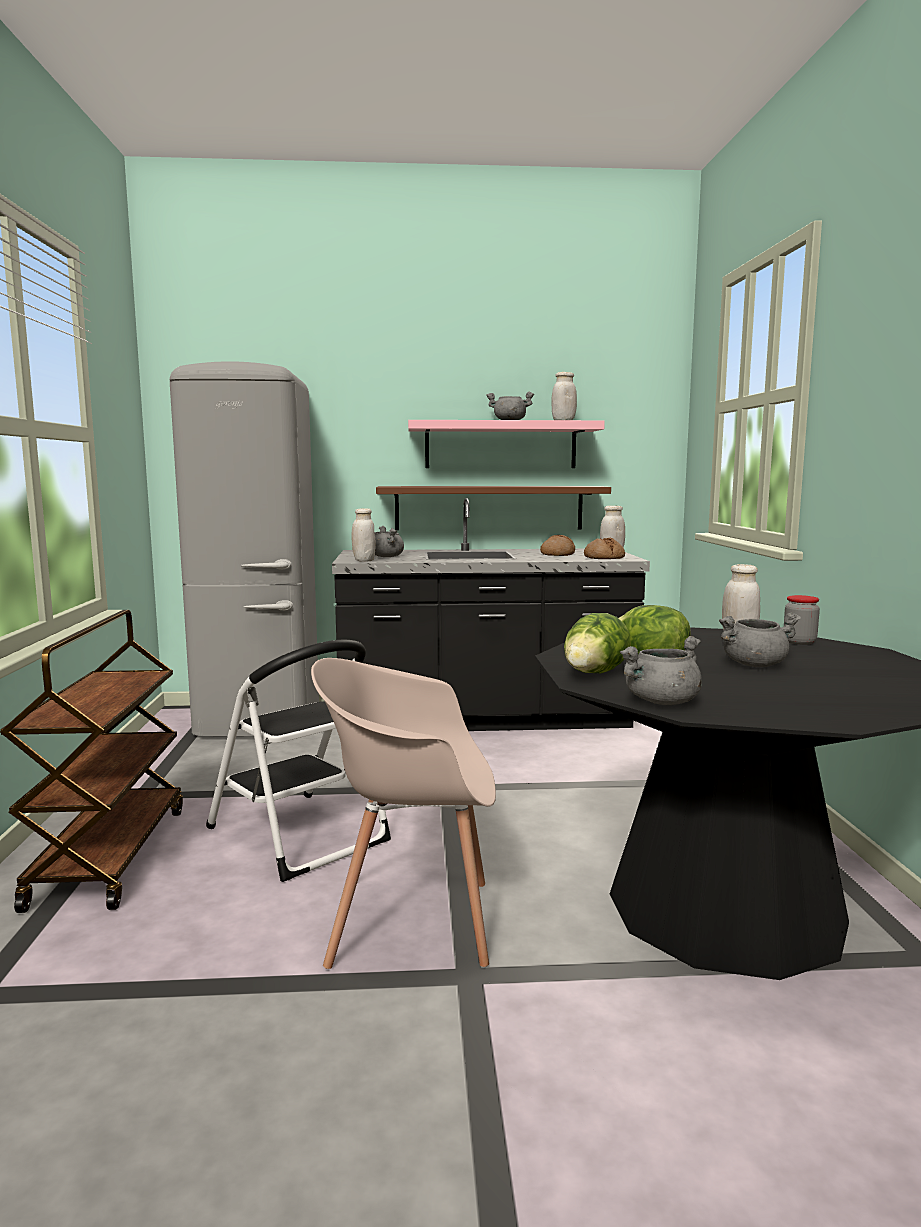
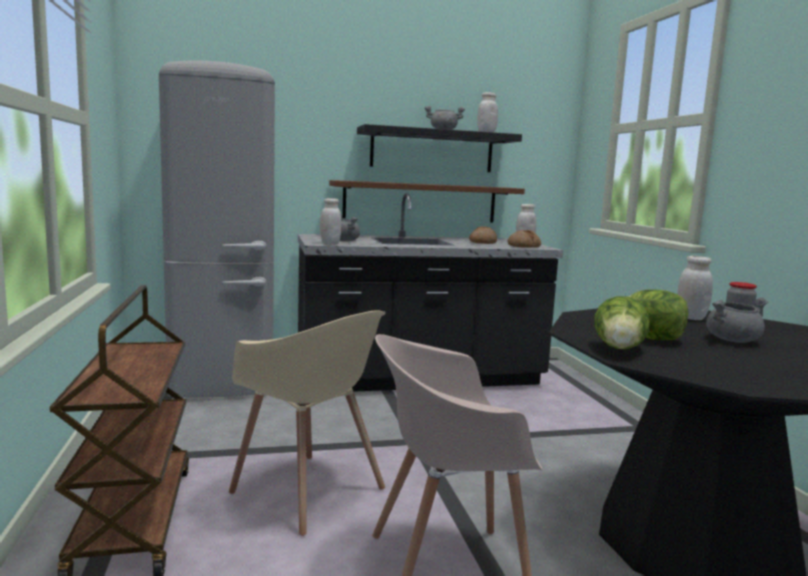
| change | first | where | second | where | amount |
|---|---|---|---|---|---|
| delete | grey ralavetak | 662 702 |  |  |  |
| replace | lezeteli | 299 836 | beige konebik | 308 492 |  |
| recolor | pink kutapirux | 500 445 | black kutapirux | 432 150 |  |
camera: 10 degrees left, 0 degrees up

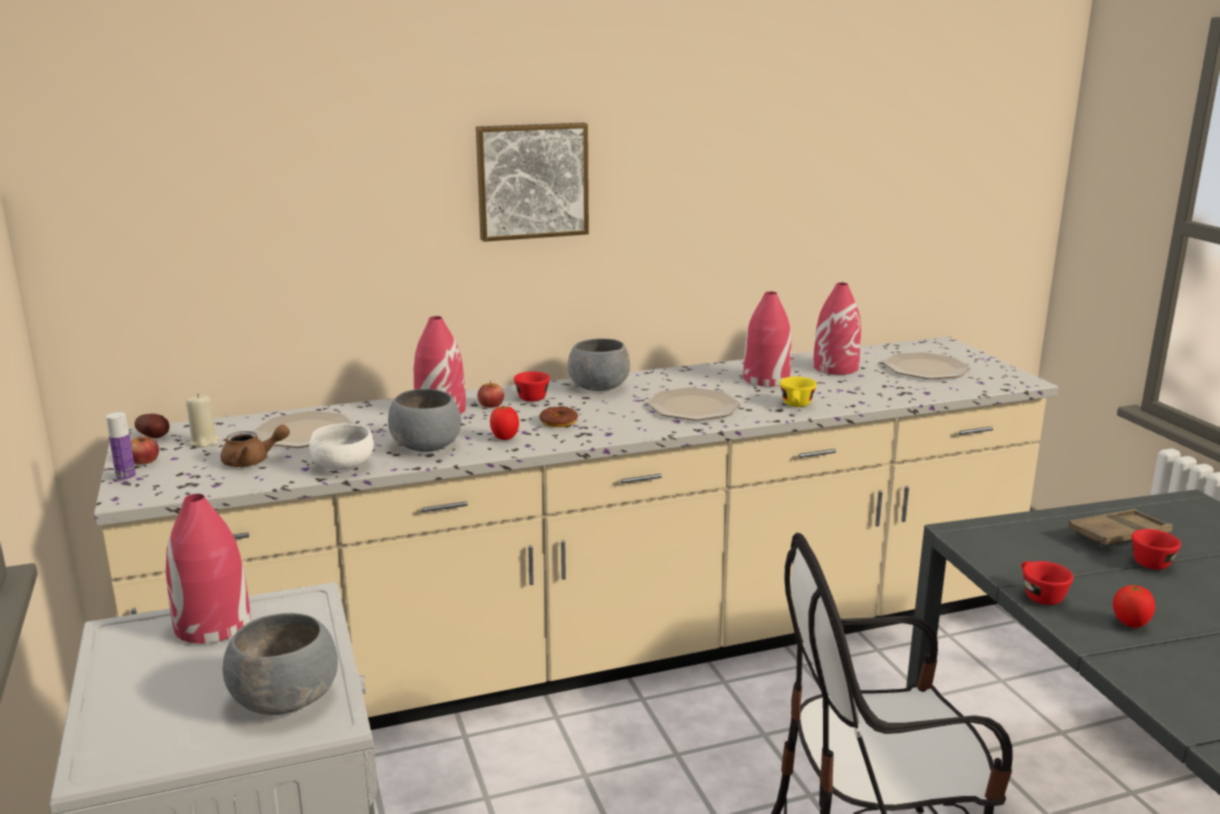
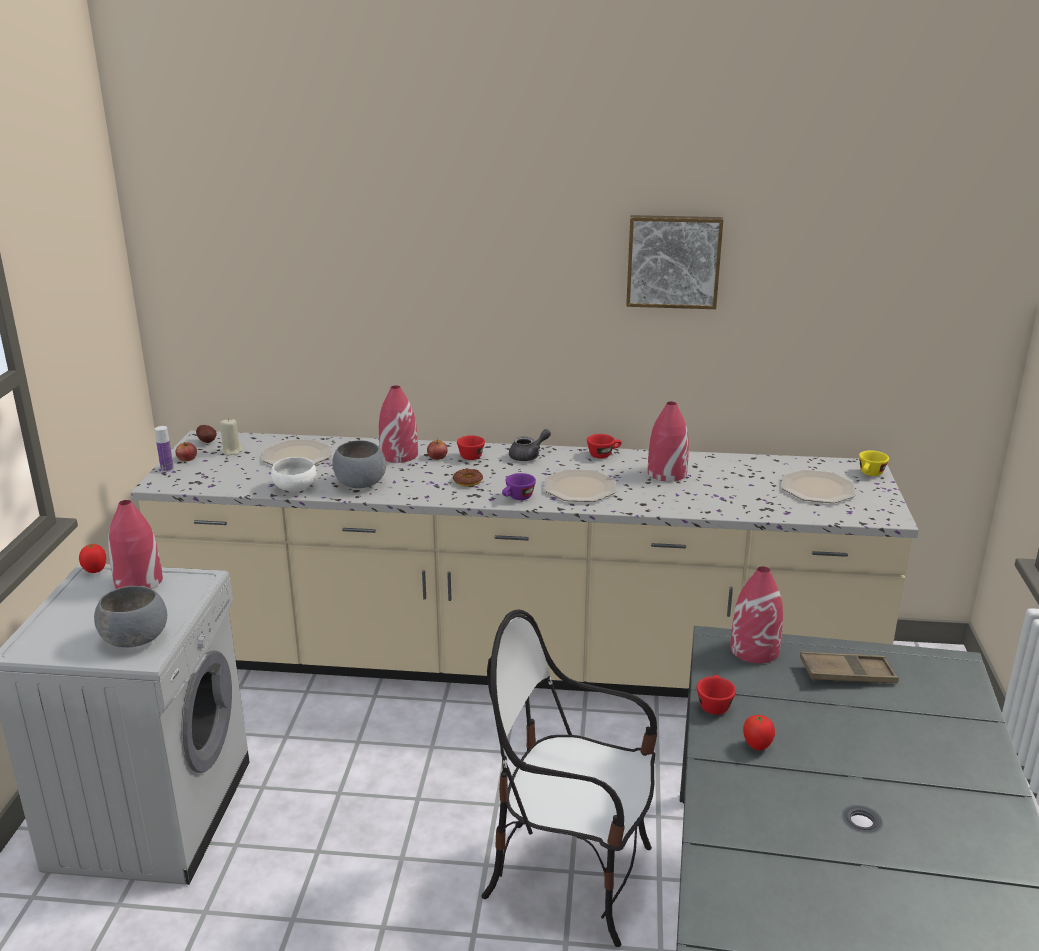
| change | first | where | second | where | amount |
|---|---|---|---|---|---|
| delete | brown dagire | 252 461 |  |  |  |
| insert |  |  | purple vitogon | 517 498 |  |
| move | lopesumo | 532 180 |  | 673 261 |  |
| move | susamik | 505 438 |  | 95 571 |  |
| move | yellow vitogon | 797 406 |  | 870 474 |  |
| move | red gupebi | 835 367 |  | 754 649 |  |
| move | red vitogon | 1153 561 |  | 604 454 |  |
| replace | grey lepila | 598 387 | grey dagire | 529 456 |  |
camera: 25 degrees right, 5 degrees up

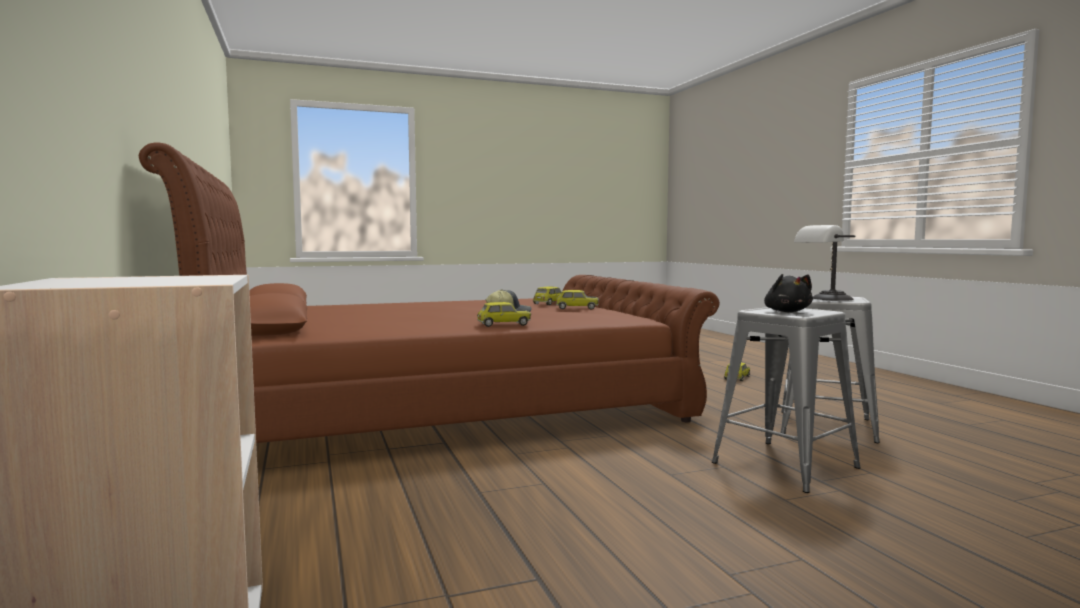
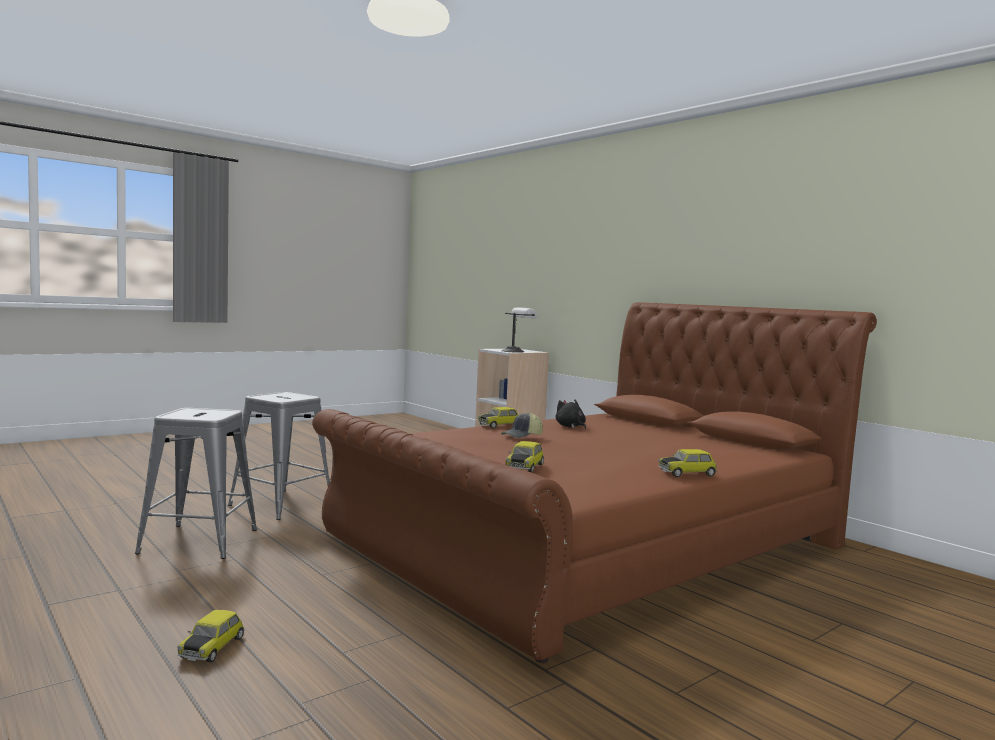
| change | first | where | second | where | amount |
|---|---|---|---|---|---|
| move | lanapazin | 577 308 |  | 687 473 |  |
| move | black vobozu | 786 312 |  | 570 427 |  |
| move | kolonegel | 825 299 |  | 516 351 |  |
camera: 160 degrees right, 0 degrees up

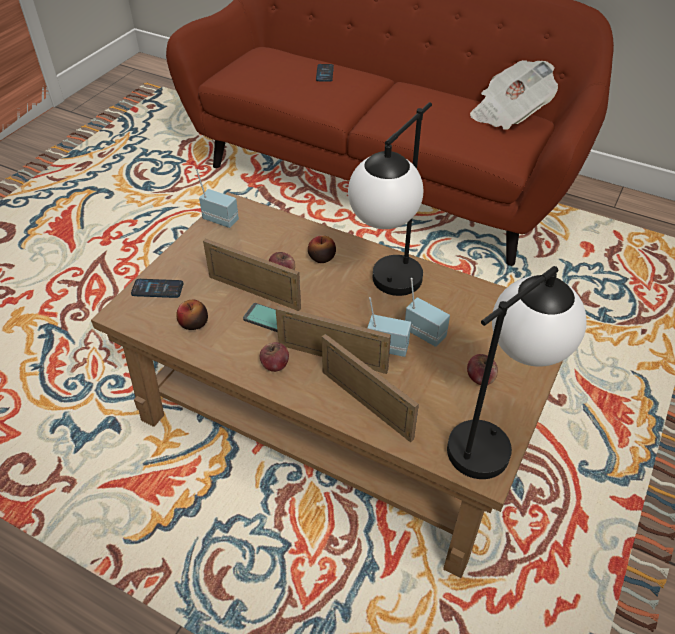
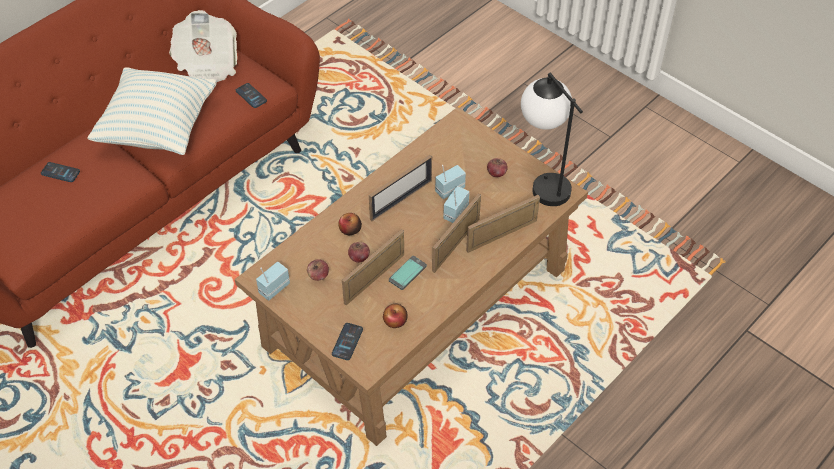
| change | first | where | second | where | amount |
|---|---|---|---|---|---|
| insert |  |  | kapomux | 159 129 |  |
| insert |  |  | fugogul | 251 96 |  |
| move | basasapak | 275 365 |  | 318 276 |  |
| replace | kolonegel | 387 291 | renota | 401 200 |  |
camera: 75 degrees left, 5 degrees up

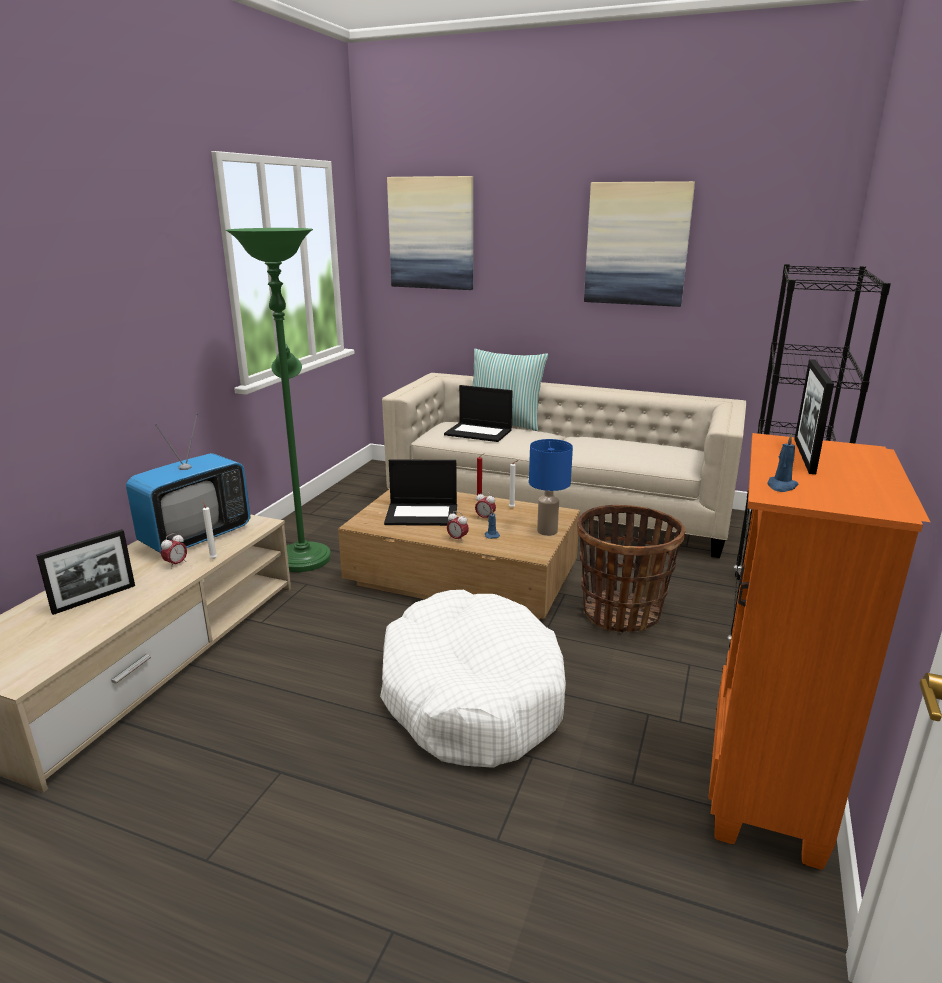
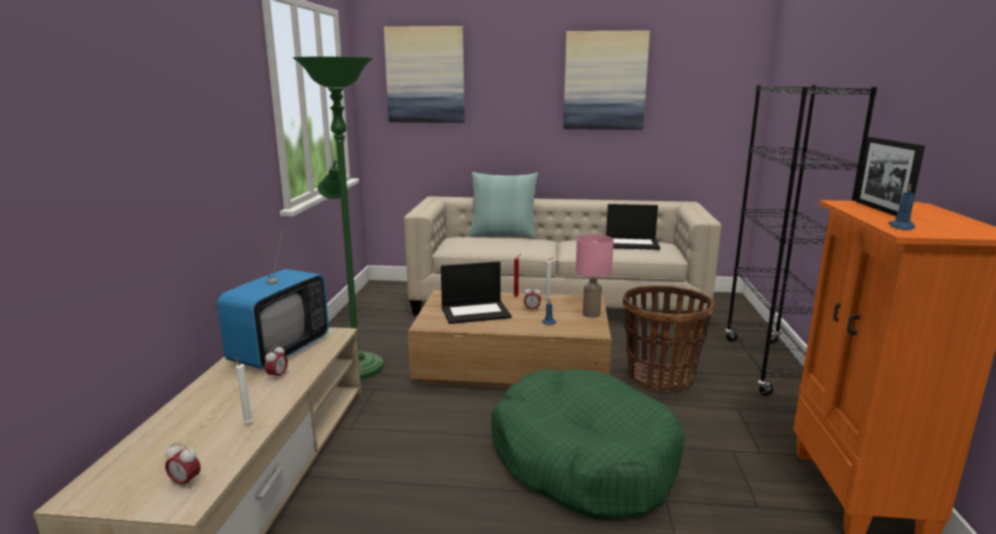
| change | first | where | second | where | amount |
|---|---|---|---|---|---|
| delete | renota | 94 599 |  |  |  |
| move | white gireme | 213 558 |  | 247 423 |  |
| move | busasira | 479 432 |  | 632 243 |  |
| move | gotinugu | 457 539 |  | 185 483 |  |
| recolor | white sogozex | 471 695 | green sogozex | 583 459 |  |
| recolor | blue kolonegel | 548 531 | pink kolonegel | 592 314 |  |
camera: 15 degrees left, 5 degrees down

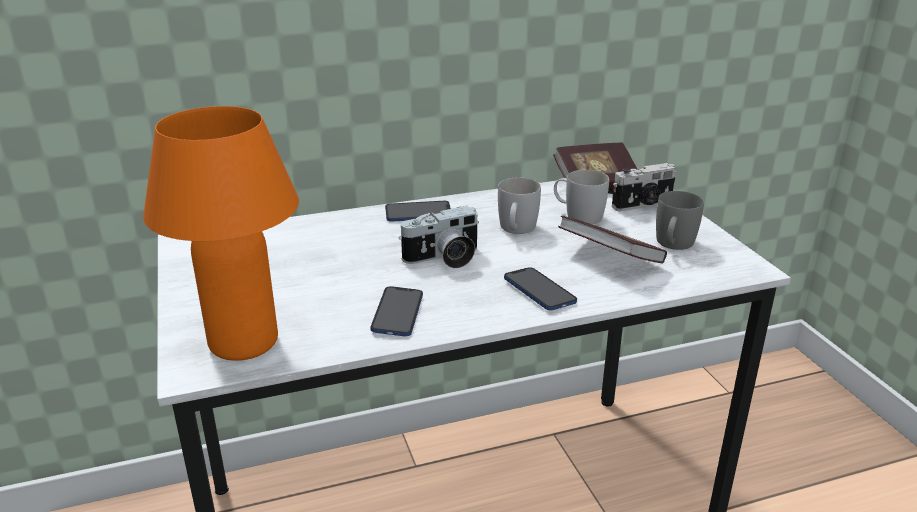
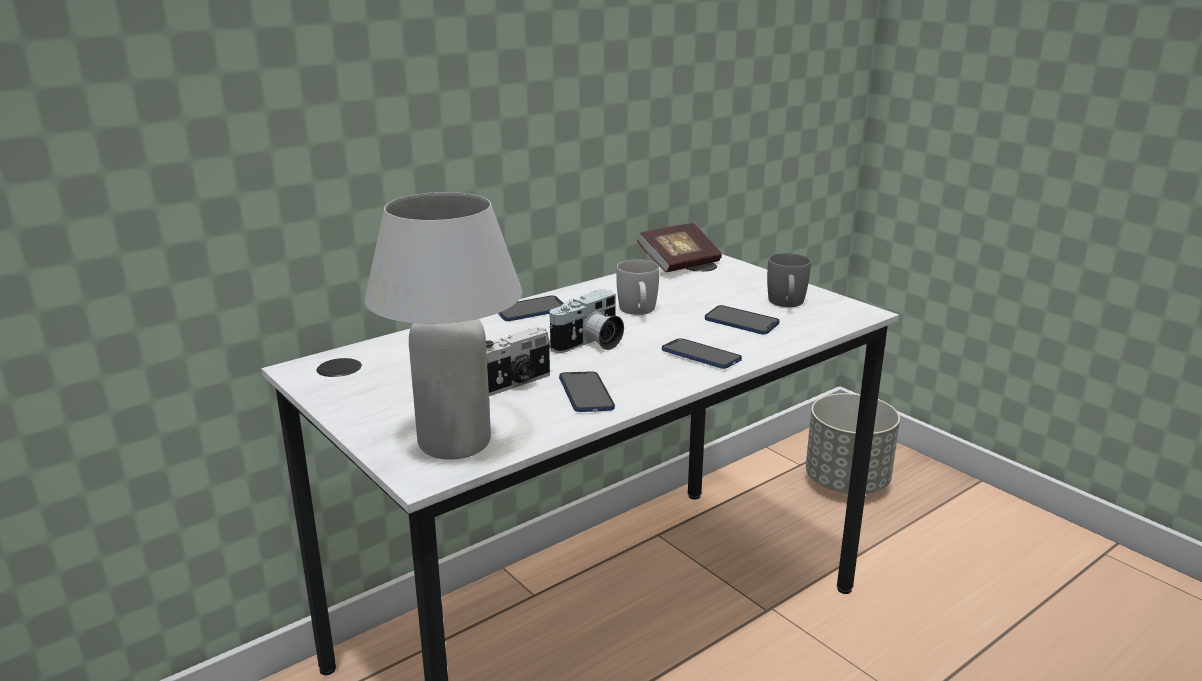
| change | first | where | second | where | amount |
|---|---|---|---|---|---|
| delete | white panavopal | 577 215 |  |  |  |
| insert |  |  | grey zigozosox | 847 483 |  |
| move | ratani | 643 205 |  | 516 384 |  |
| replace | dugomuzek | 609 258 | fugogul | 741 322 |  |
| recolor | orange kolonegel | 244 343 | white kolonegel | 454 443 |  |
camera: 20 degrees left, 5 degrees down

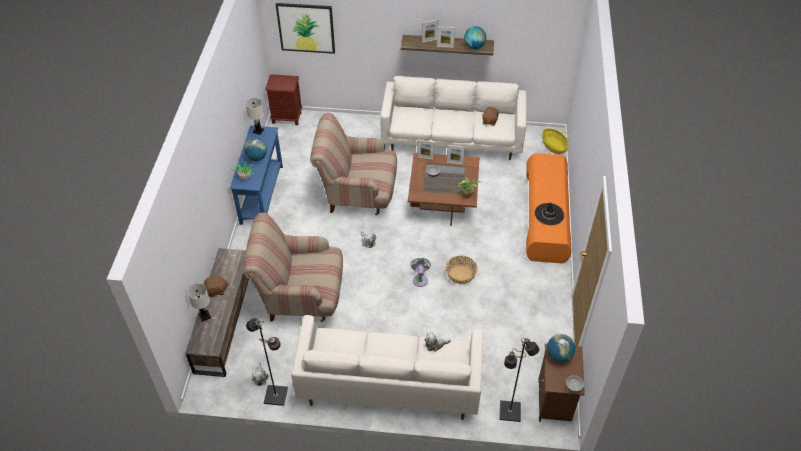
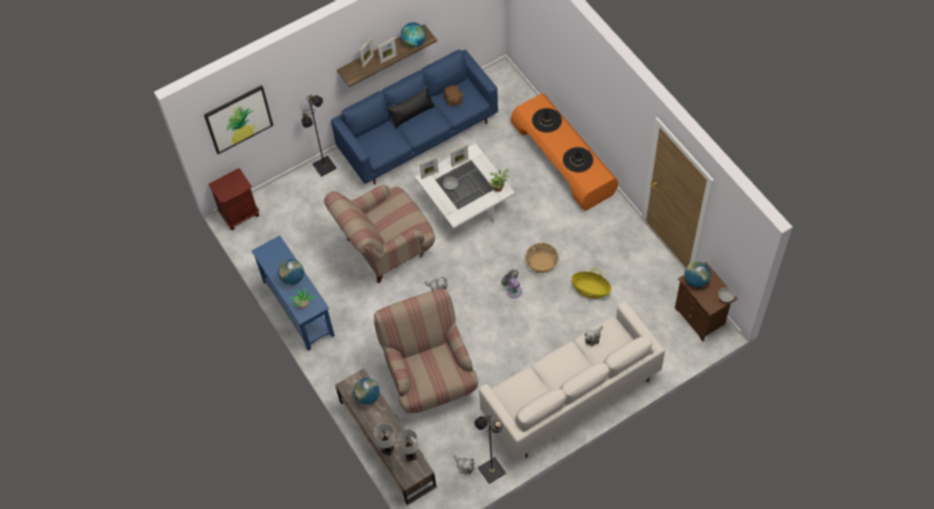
| change | first | where | second | where | amount |
|---|---|---|---|---|---|
| delete | brown vobozu | 216 290 |  |  |  |
| insert |  |  | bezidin | 367 396 |  |
| insert |  |  | black kapomux | 411 113 |  |
| insert |  |  | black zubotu | 547 120 |  |
| move | white kolonegel | 258 131 |  | 410 455 |  |
| move | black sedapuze | 509 411 |  | 324 166 |  |
| move | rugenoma | 553 147 |  | 590 289 |  |
| recolor | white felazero | 452 140 | blue felazero | 418 136 |  |
| recolor | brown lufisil | 443 201 | white lufisil | 465 204 |  |
| rotate | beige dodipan | 300 297 |  | 429 376 | 105 degrees clockwise |
camera: 35 degrees left, 10 degrees up

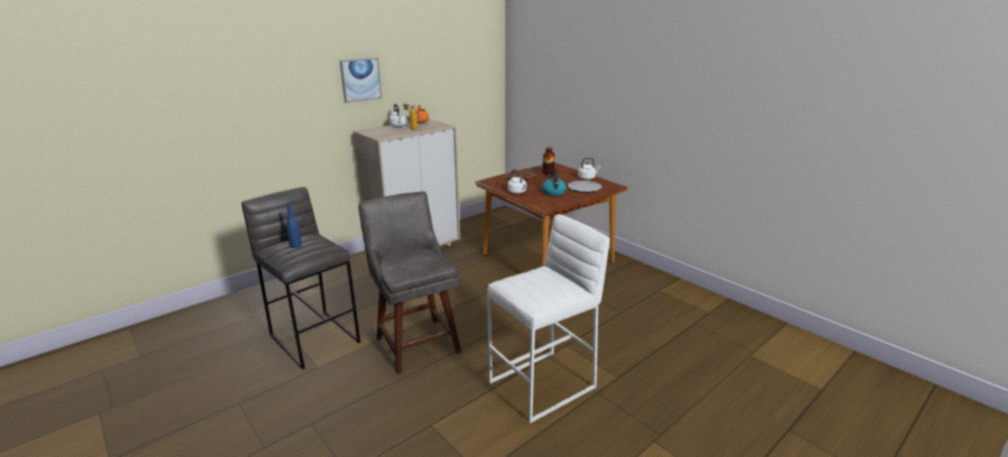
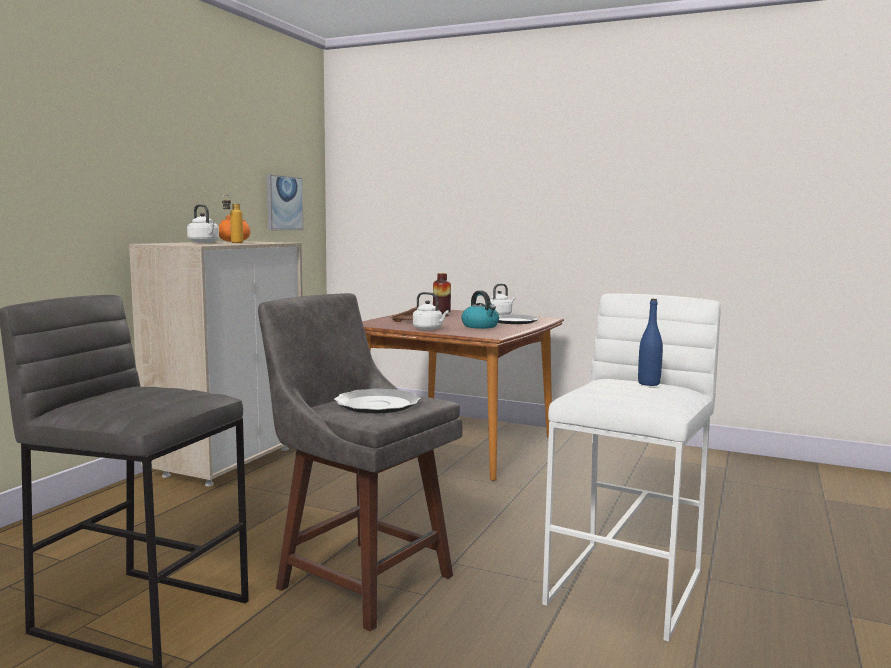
| change | first | where | second | where | amount |
|---|---|---|---|---|---|
| insert |  |  | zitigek | 377 405 |  |
| move | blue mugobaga | 296 245 |  | 648 383 |  |
| move | lopesumo | 360 79 |  | 284 203 |  |
camera: 25 degrees left, 15 degrees down

